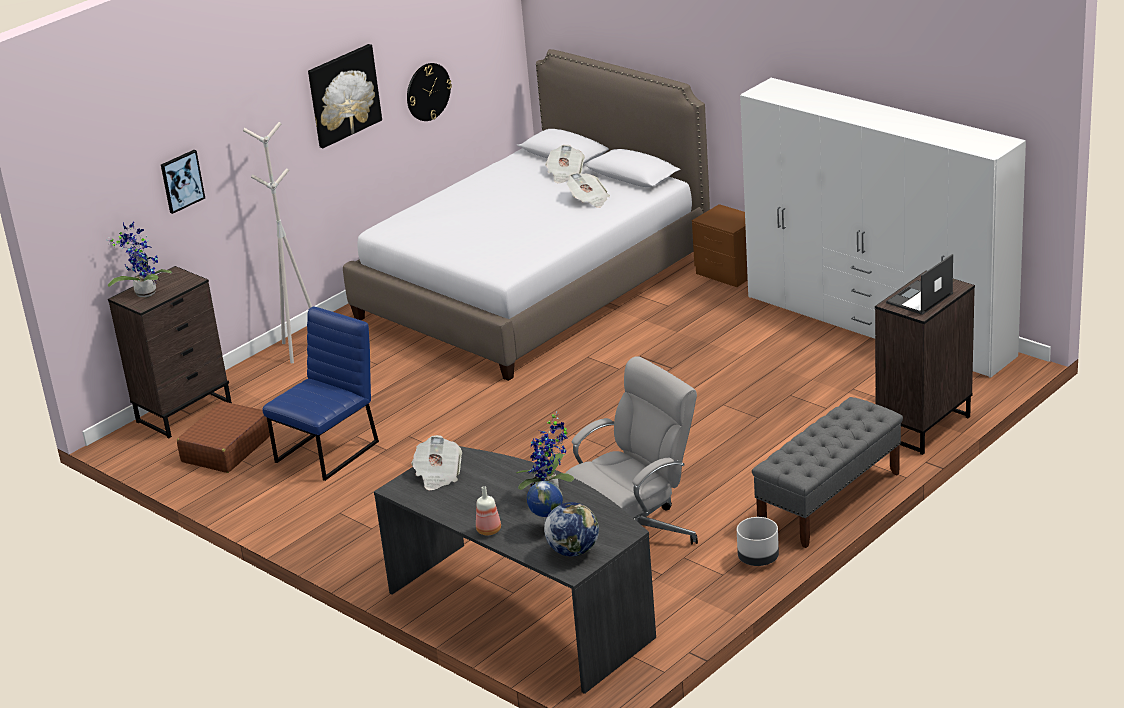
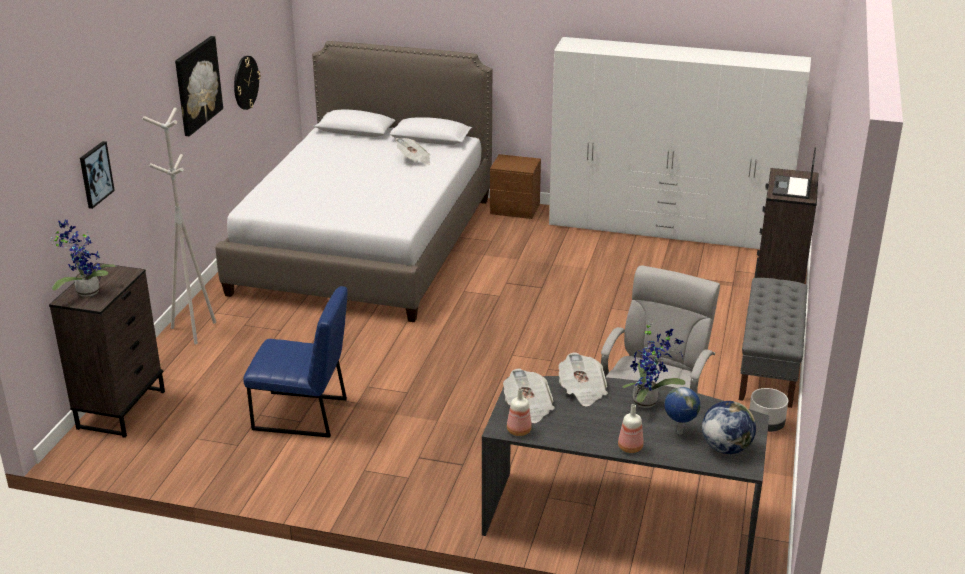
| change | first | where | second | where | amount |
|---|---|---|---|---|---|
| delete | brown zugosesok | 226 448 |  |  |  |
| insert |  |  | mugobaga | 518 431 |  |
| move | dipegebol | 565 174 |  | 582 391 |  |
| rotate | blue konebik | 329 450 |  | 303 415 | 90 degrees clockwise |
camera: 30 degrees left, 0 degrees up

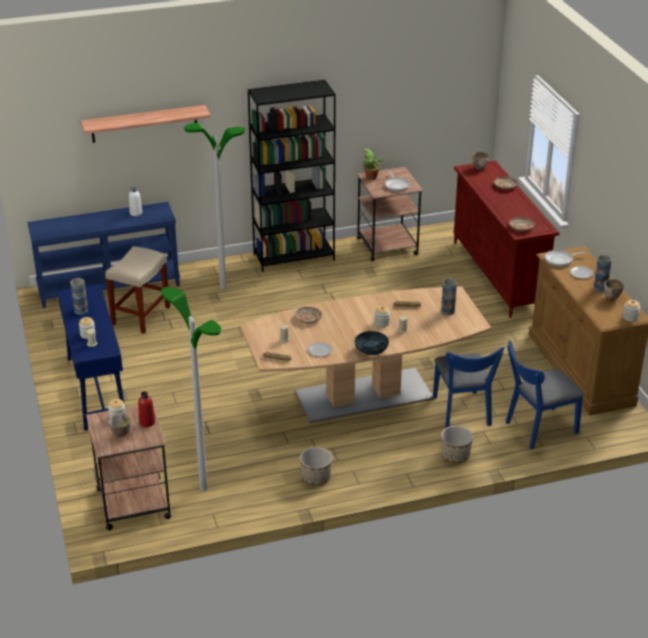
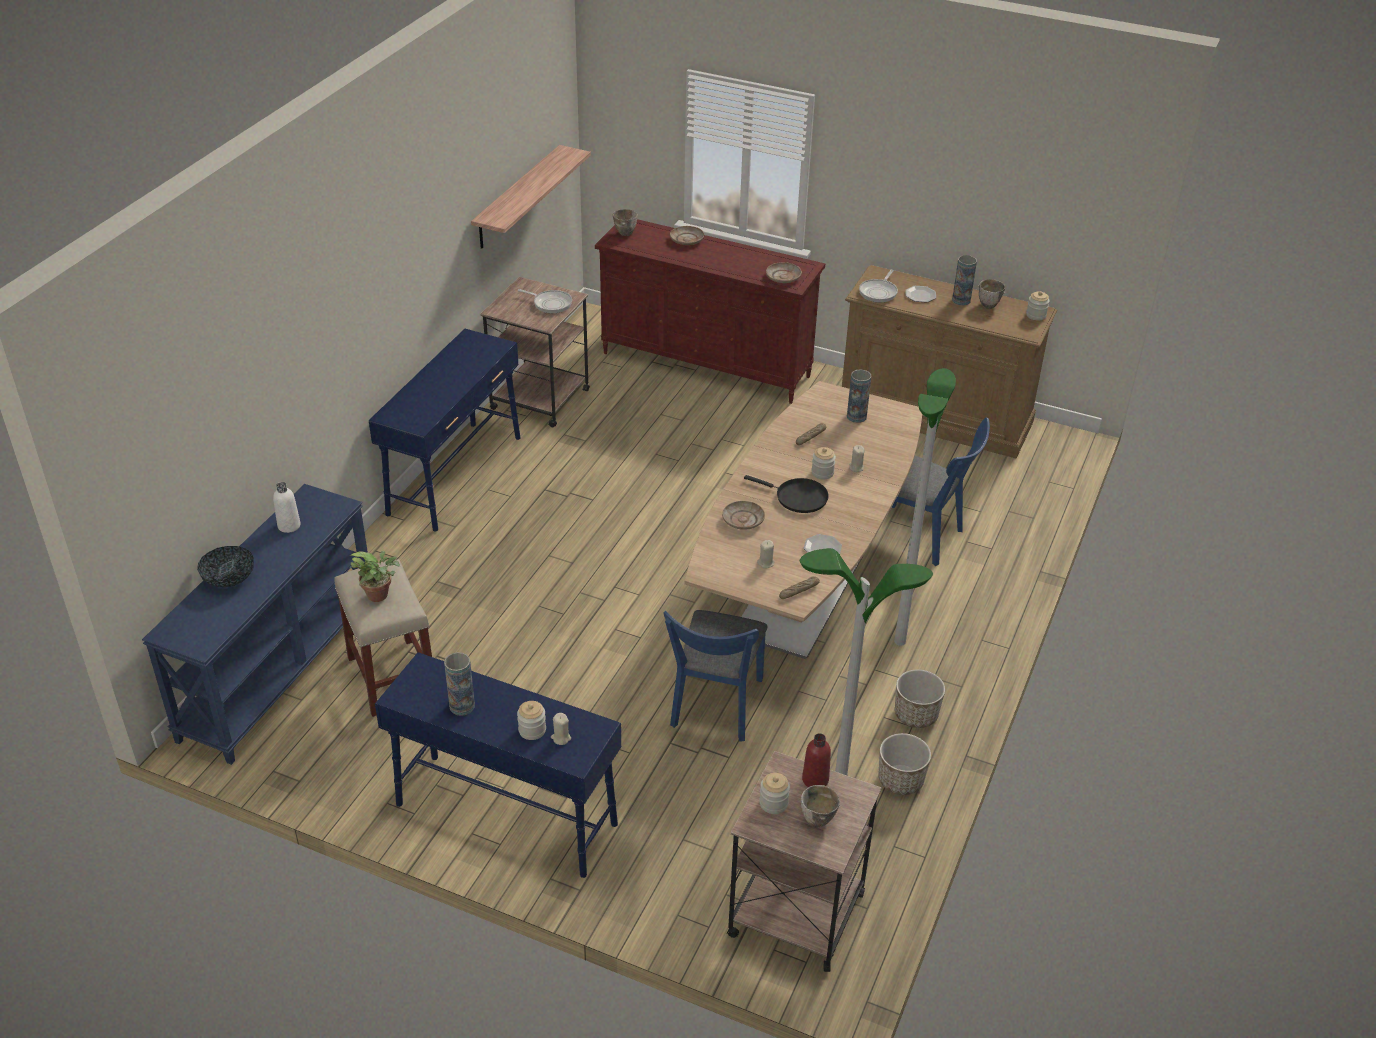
| change | first | where | second | where | amount |
|---|---|---|---|---|---|
| insert |  |  | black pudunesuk | 798 498 |  |
| move | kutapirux | 144 124 |  | 517 197 |  |
| move | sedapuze | 223 287 |  | 900 641 |  |
| move | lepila | 371 350 |  | 229 578 |  |
| move | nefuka | 372 178 |  | 380 595 |  |
| move | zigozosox | 455 456 |  | 900 780 |  |
| move | blue konebik | 537 429 |  | 715 708 |  |
| replace | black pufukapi | 294 257 | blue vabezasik | 456 476 |  |
camera: 50 degrees left, 5 degrees up

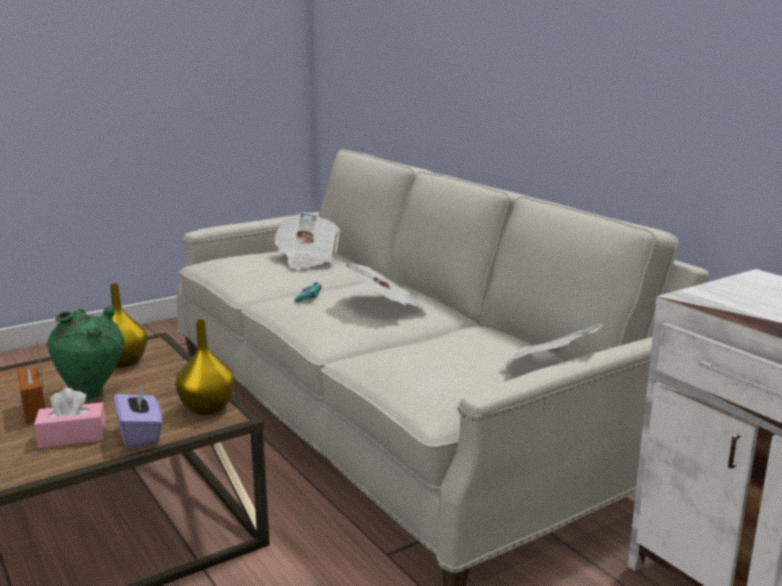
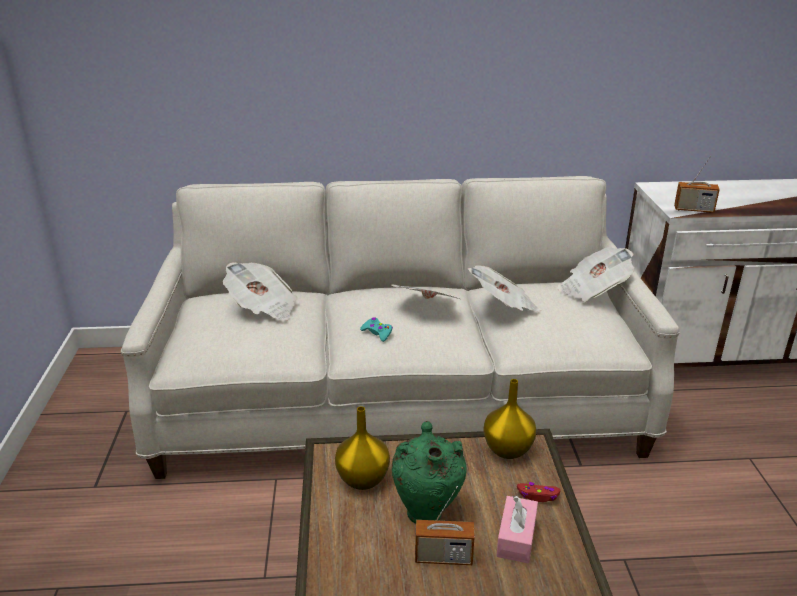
| change | first | where | second | where | amount |
|---|---|---|---|---|---|
| insert |  |  | dipegebol | 503 306 |  |
| insert |  |  | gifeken | 693 210 |  |
| replace | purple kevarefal | 140 434 | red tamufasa | 538 495 |  |
camera: 60 degrees left, 10 degrees up

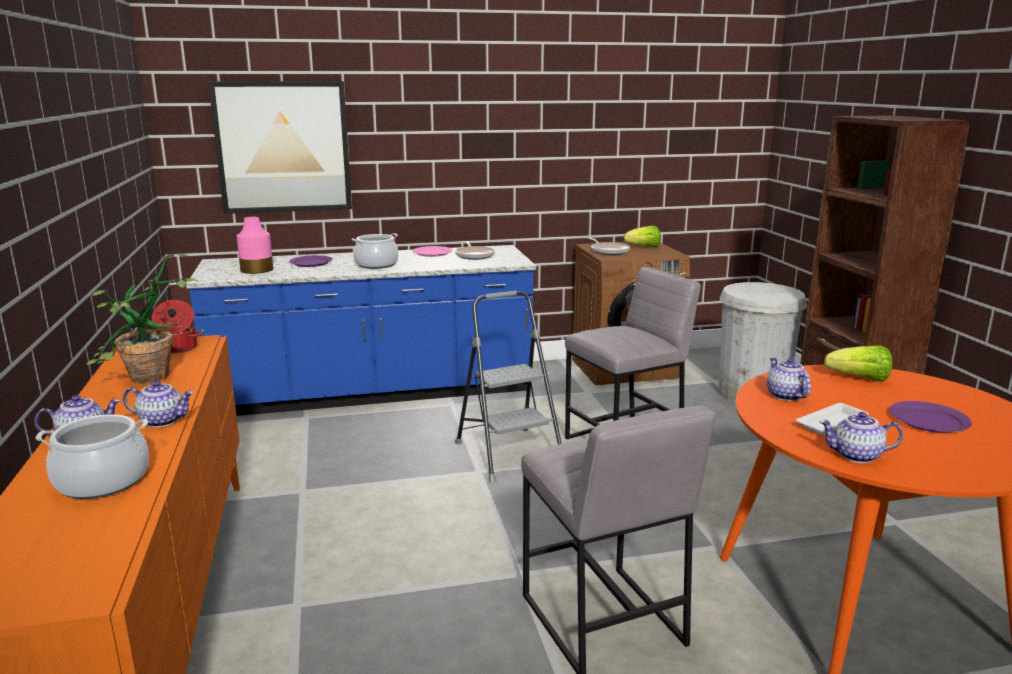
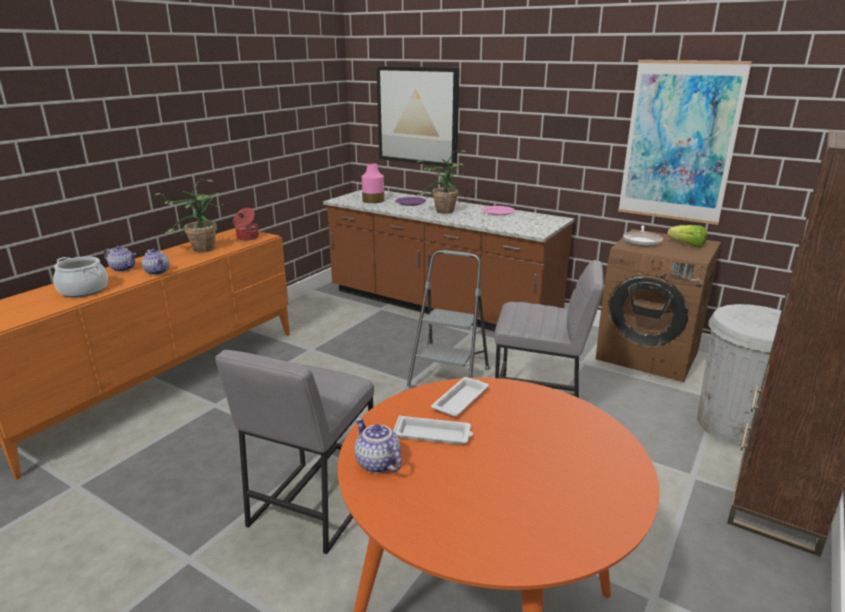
| change | first | where | second | where | amount |
|---|---|---|---|---|---|
| delete | pudunesuk | 474 255 |  |  |  |
| delete | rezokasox | 859 379 |  |  |  |
| delete | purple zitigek | 928 420 |  |  |  |
| insert |  |  | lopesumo | 679 142 |  |
| replace | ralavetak | 376 264 | nefuka | 441 212 |  |
| replace | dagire | 785 396 | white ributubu | 461 400 |  |
| recolor | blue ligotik | 374 393 | brown ligotik | 440 307 |  |
camera: 45 degrees right, 5 degrees up

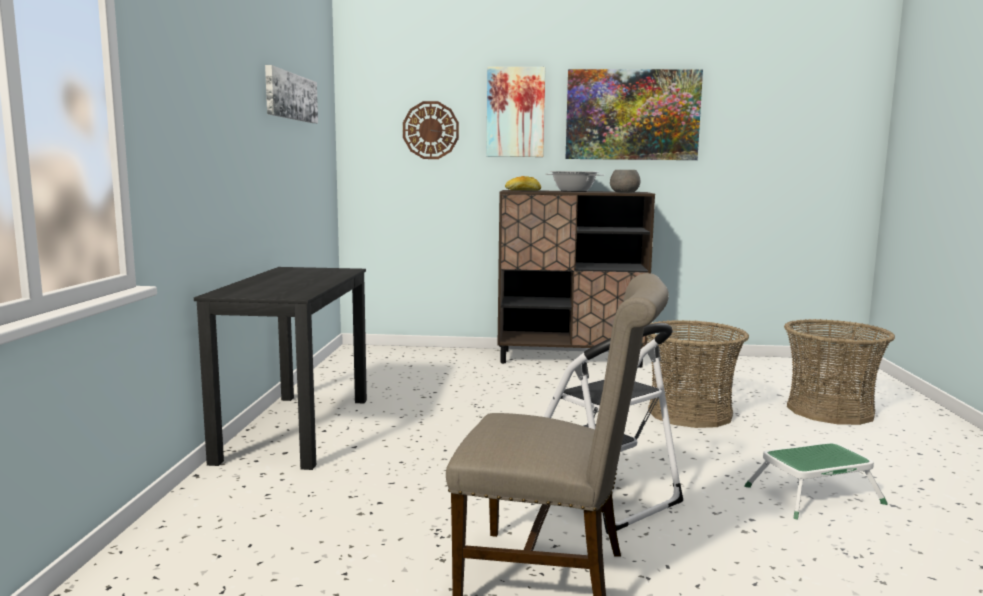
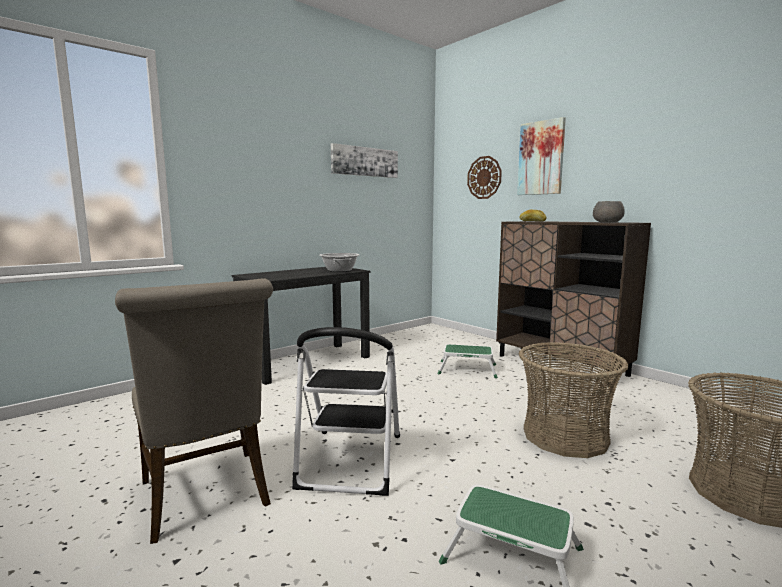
| change | first | where | second | where | amount |
|---|---|---|---|---|---|
| delete | lopesumo | 632 115 |  |  |  |
| insert |  |  | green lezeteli | 467 369 |  |
| move | ralavetak | 574 191 |  | 340 270 |  |
camera: 45 degrees right, 0 degrees up

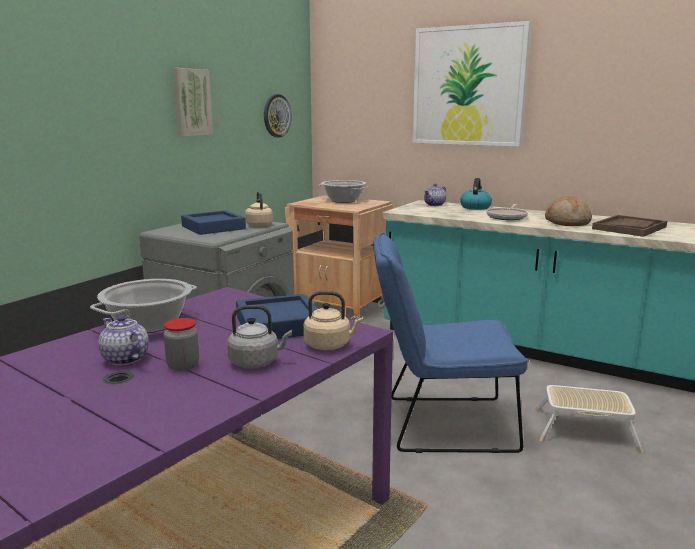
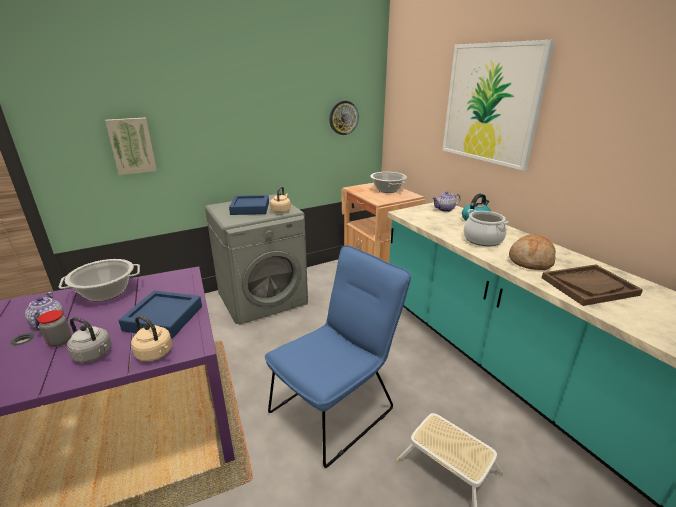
| change | first | where | second | where | amount |
|---|---|---|---|---|---|
| move | lopesumo | 191 102 |  | 132 146 |  |
| replace | pudunesuk | 507 217 | ralavetak | 483 240 |  |
| rotate | blue konebik | 440 424 |  | 338 406 | 105 degrees clockwise |
camera: 30 degrees right, 10 degrees up

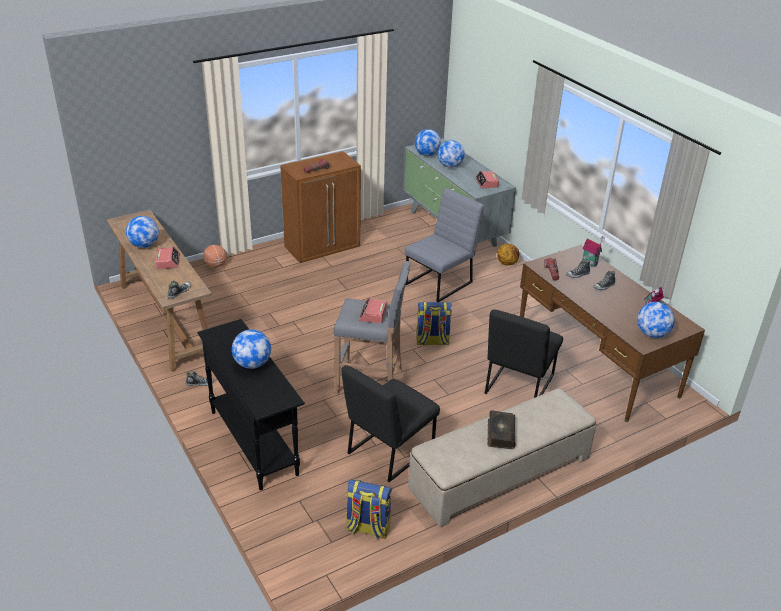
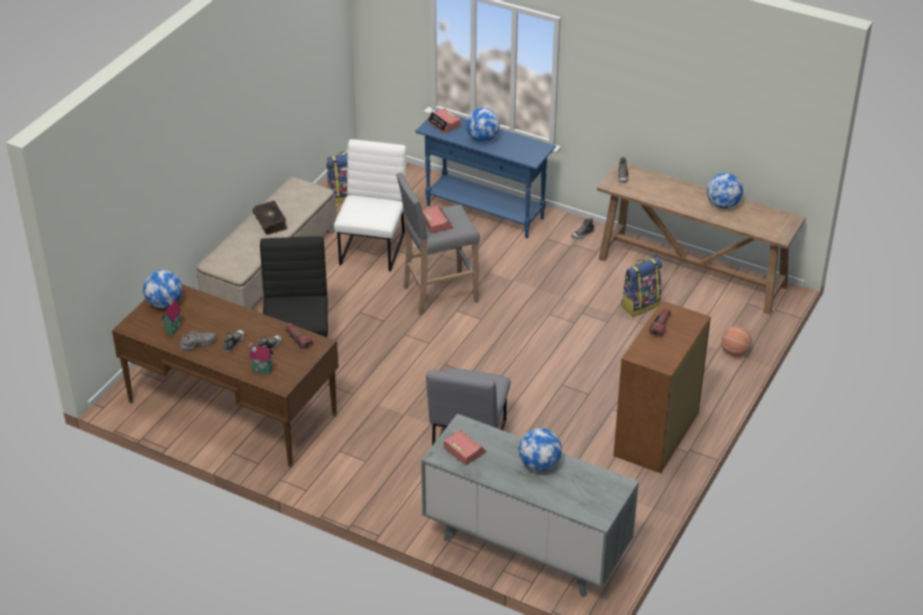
| change | first | where | second | where | amount |
|---|---|---|---|---|---|
| delete | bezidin | 427 154 |  |  |  |
| delete | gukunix | 507 263 |  |  |  |
| insert |  |  | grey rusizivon | 198 344 |  |
| move | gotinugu | 168 261 |  | 444 124 |  |
| move | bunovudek | 432 341 |  | 640 305 |  |
| recolor | black vabezasik | 254 442 | blue vabezasik | 485 212 |  |
| recolor | black konebik | 388 451 | white konebik | 373 247 |  |
camera: 150 degrees right, 5 degrees up

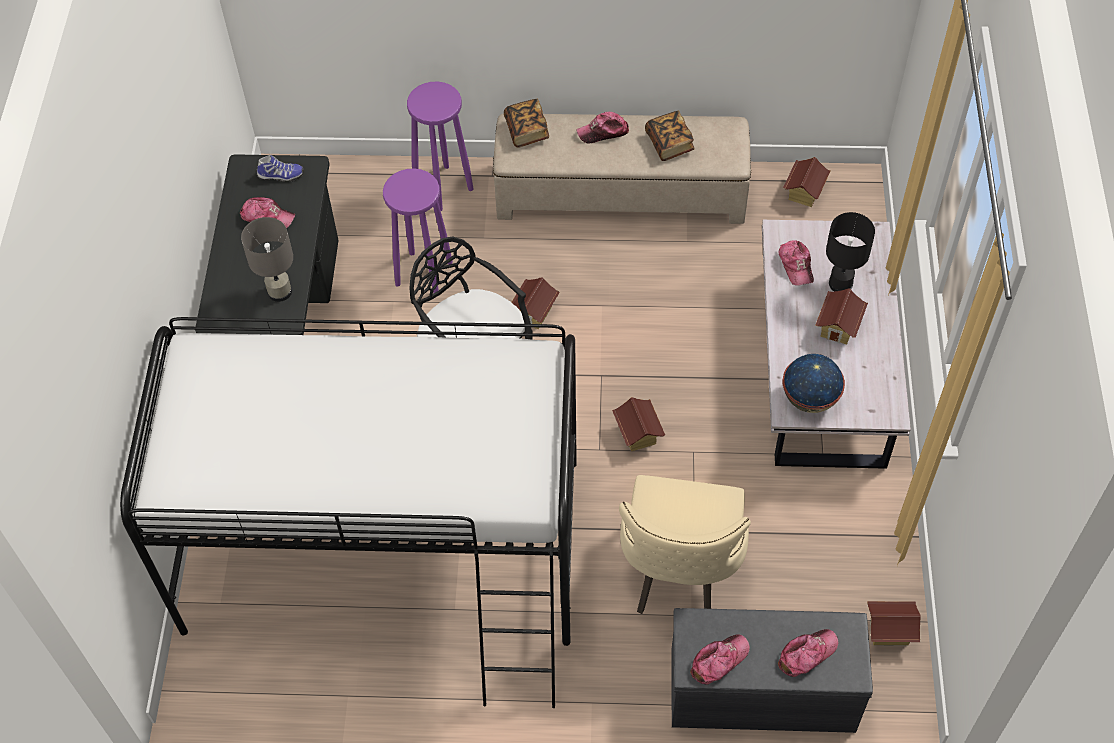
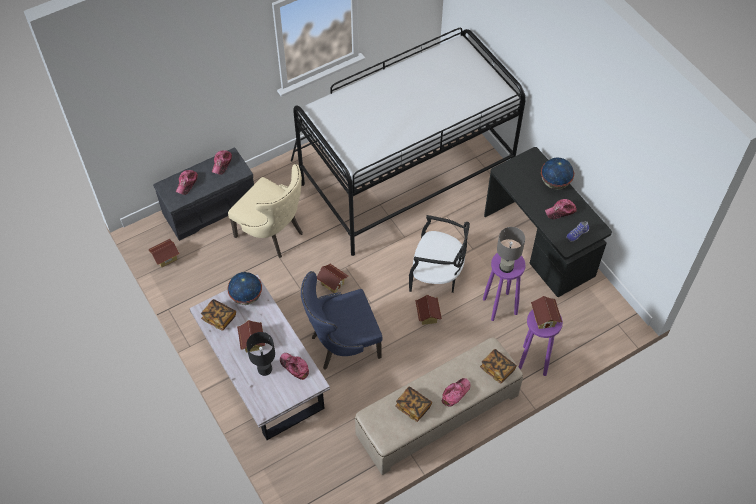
| change | first | where | second | where | amount |
|---|---|---|---|---|---|
| insert |  |  | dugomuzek | 219 318 |  |
| insert |  |  | blue konebik | 342 345 |  |
| insert |  |  | bezidin | 554 183 |  |
| move | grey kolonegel | 280 291 |  | 506 267 |  |
| move | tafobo | 804 193 |  | 544 319 |  |
| rotate | beige konebik | 679 574 |  | 272 234 | 150 degrees clockwise |
camera: 145 degrees right, 0 degrees up

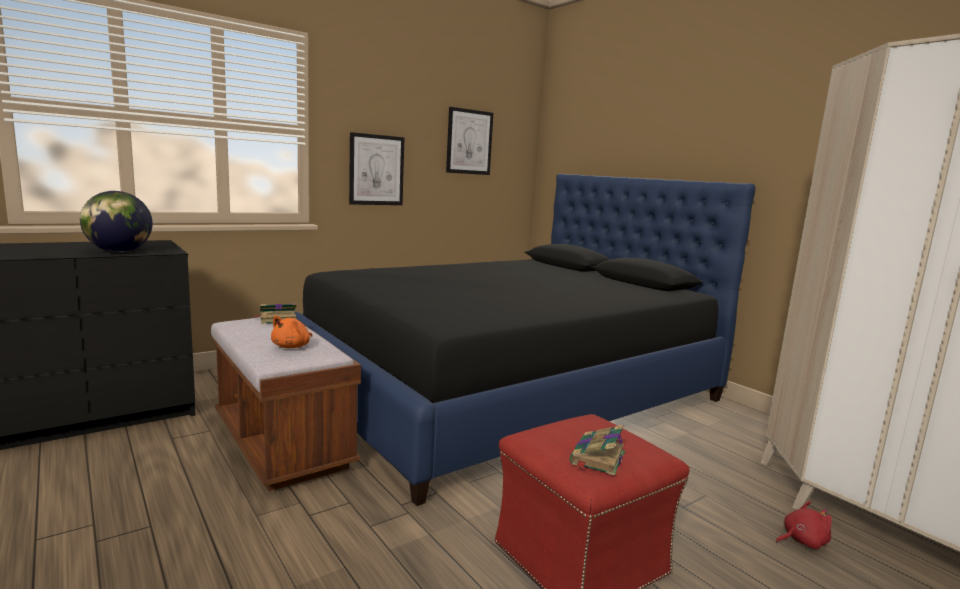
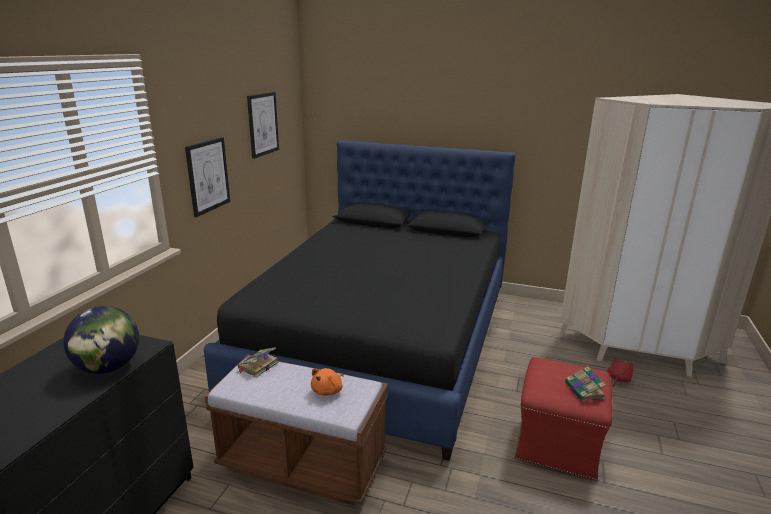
| change | first | where | second | where | amount |
|---|---|---|---|---|---|
| rotate | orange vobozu | 292 346 |  | 328 391 | 45 degrees clockwise |
camera: 35 degrees left, 10 degrees up

